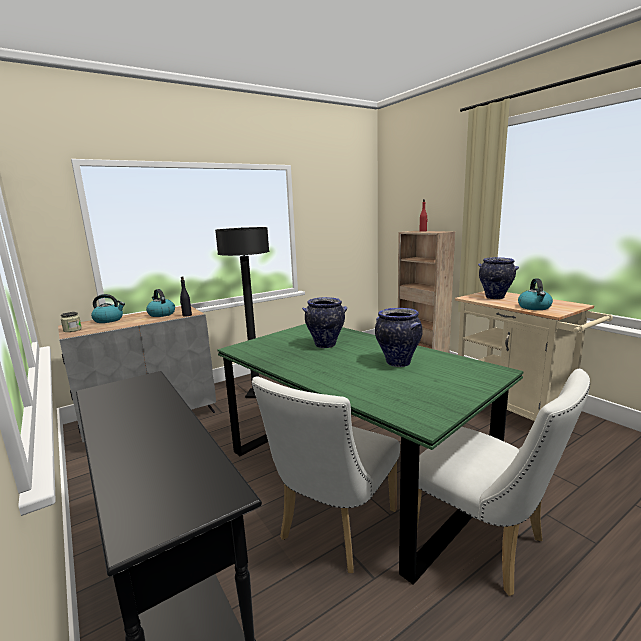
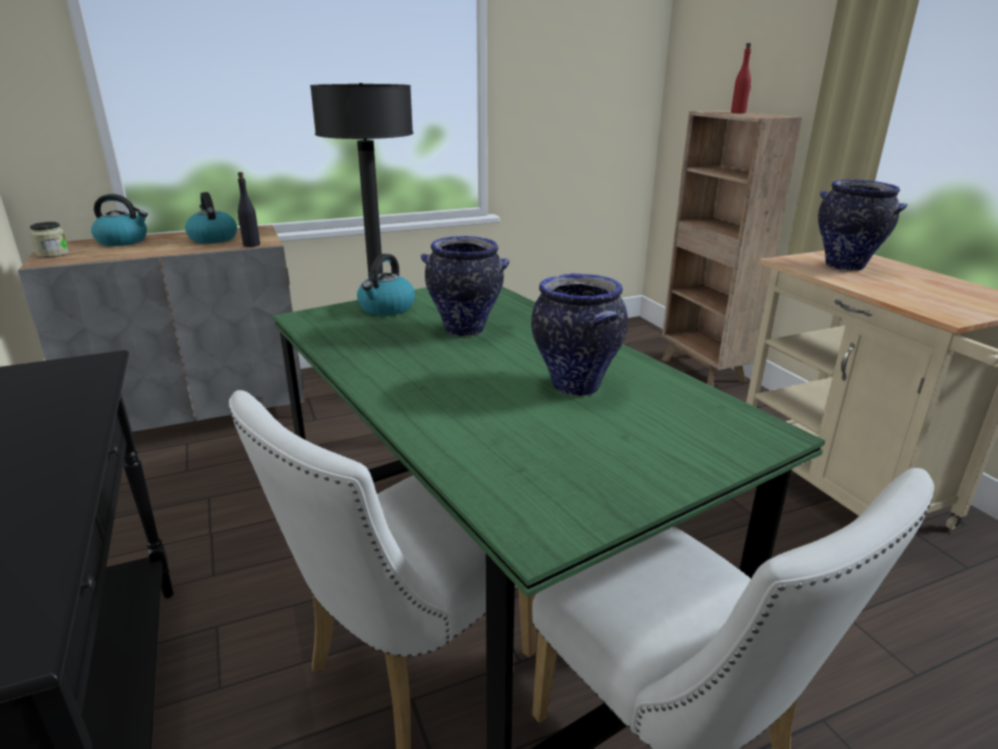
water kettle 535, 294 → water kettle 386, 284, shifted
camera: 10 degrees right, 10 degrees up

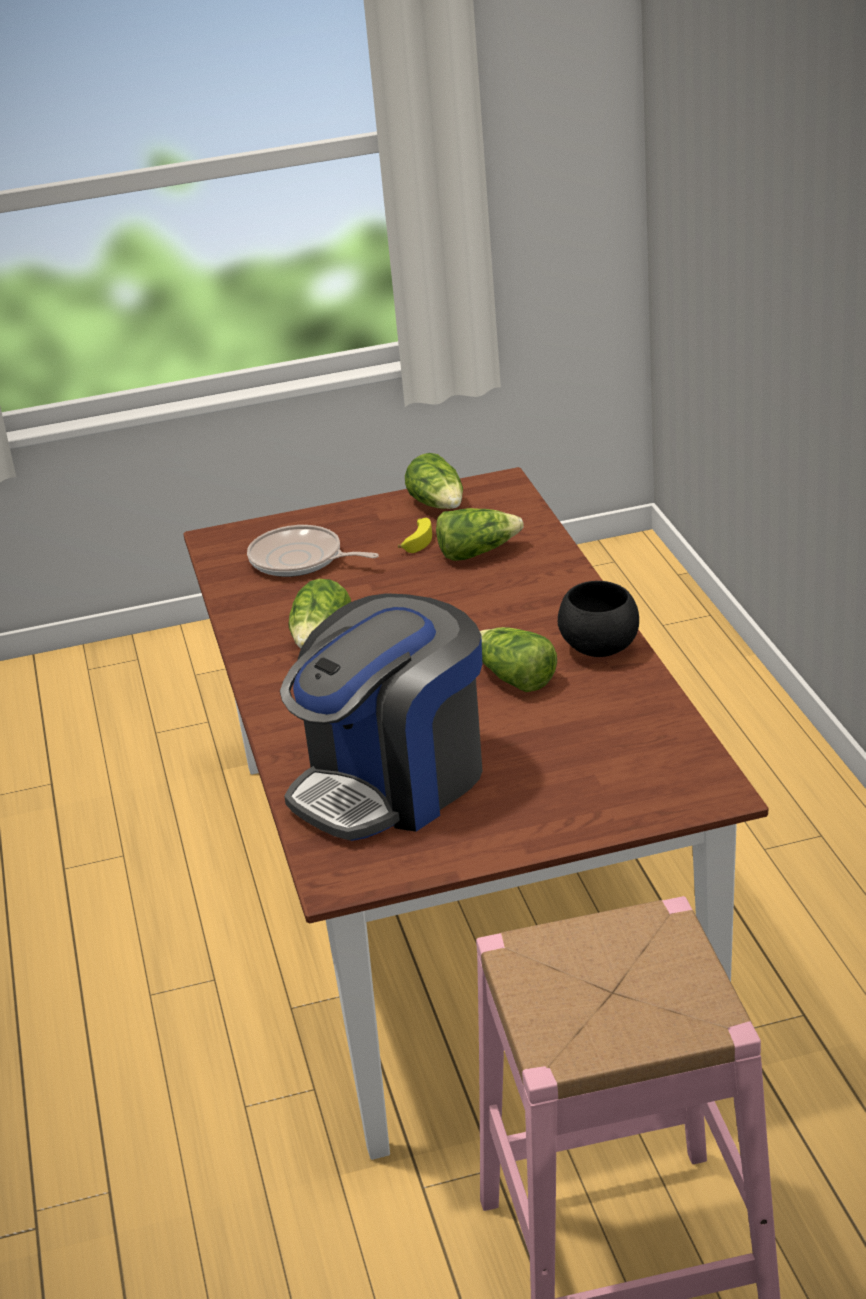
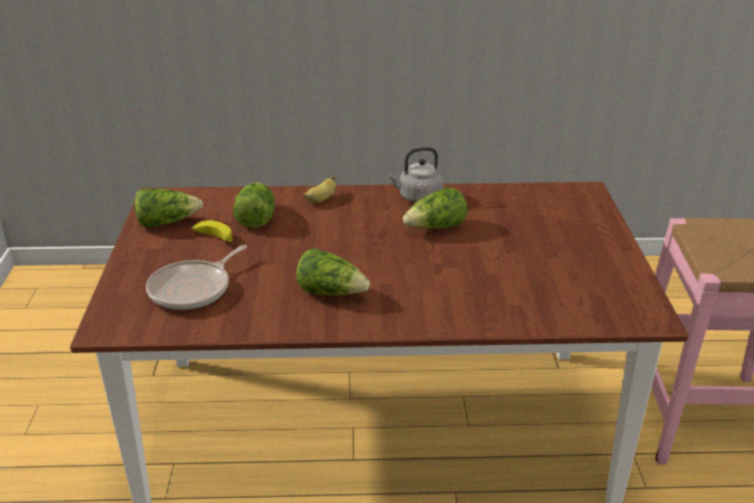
coffee machine 381, 717 → -
black serving bowl 598, 619 → greyish water kettle 415, 175
- → banana 320, 189
camera: 80 degrees left, 0 degrees up

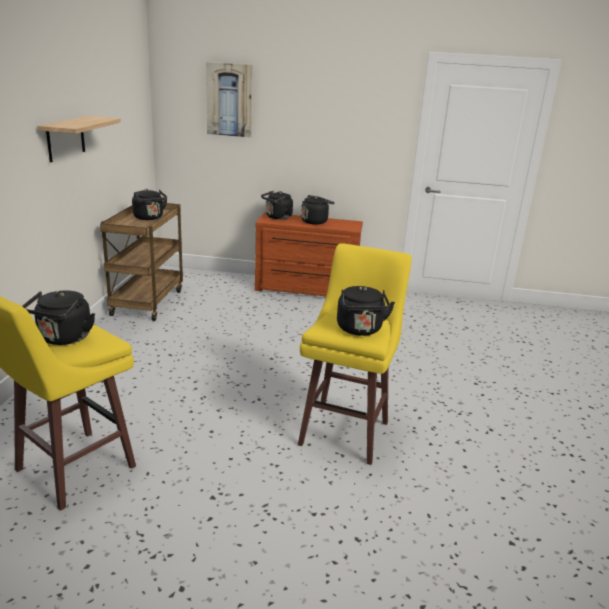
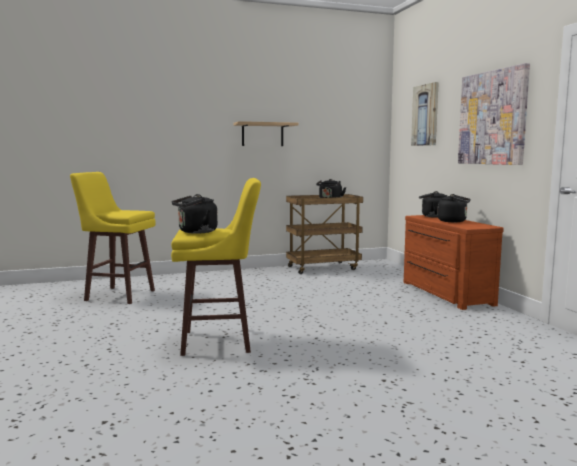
black water kettle 58, 318 → -
- → picture 494, 114
camera: 65 degrees right, 15 degrees down

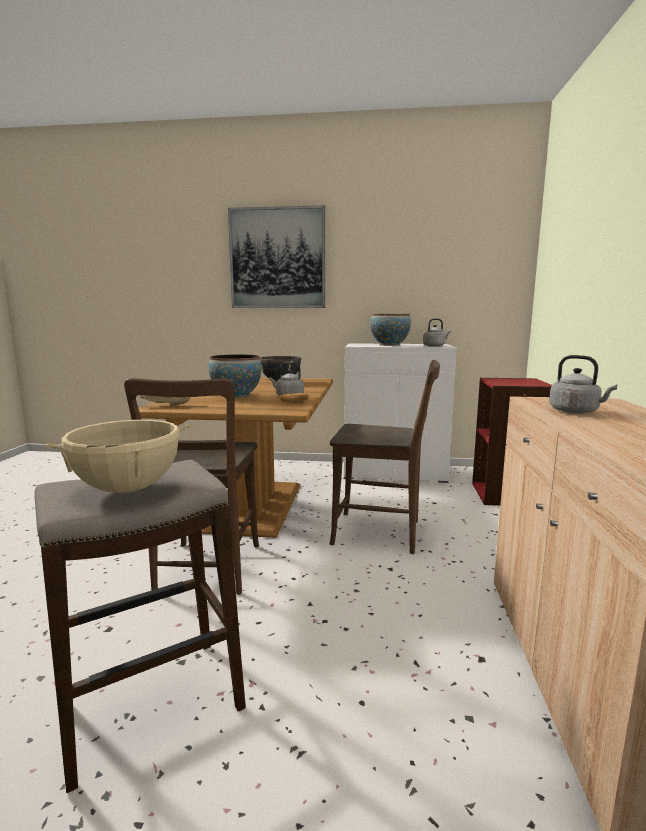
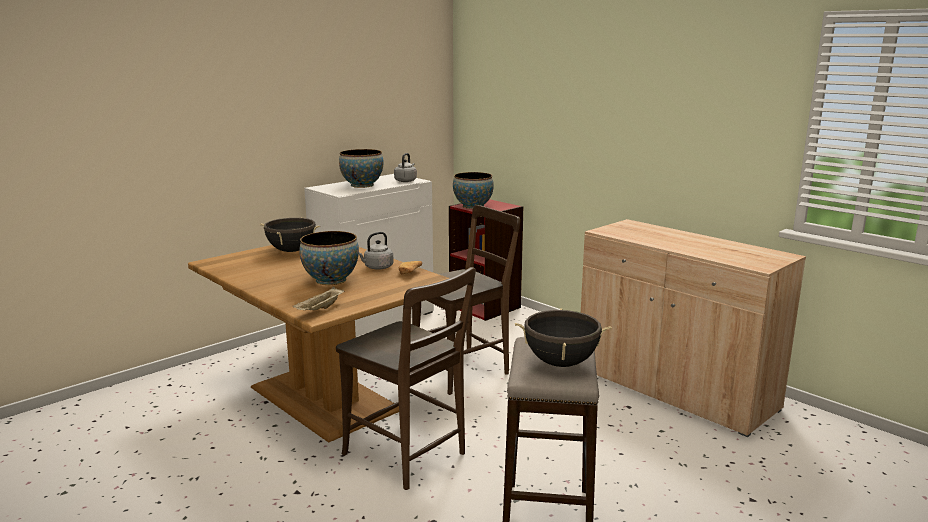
beige cooking pot 117, 456 → black cooking pot 563, 337
picture 276, 256 → -
greyish water kettle 583, 384 → -
- → serving bowl 473, 190
camera: 50 degrees left, 5 degrees up

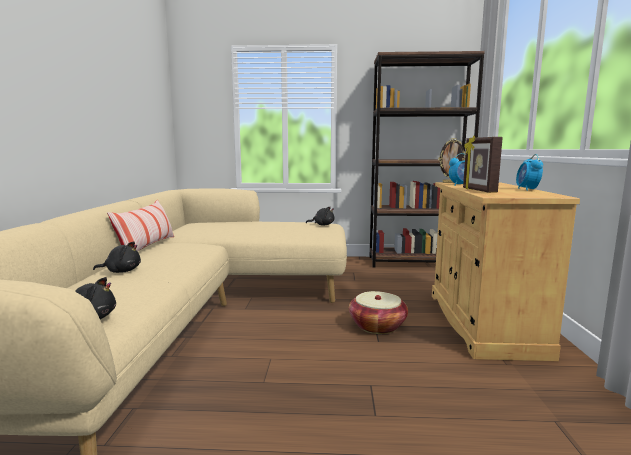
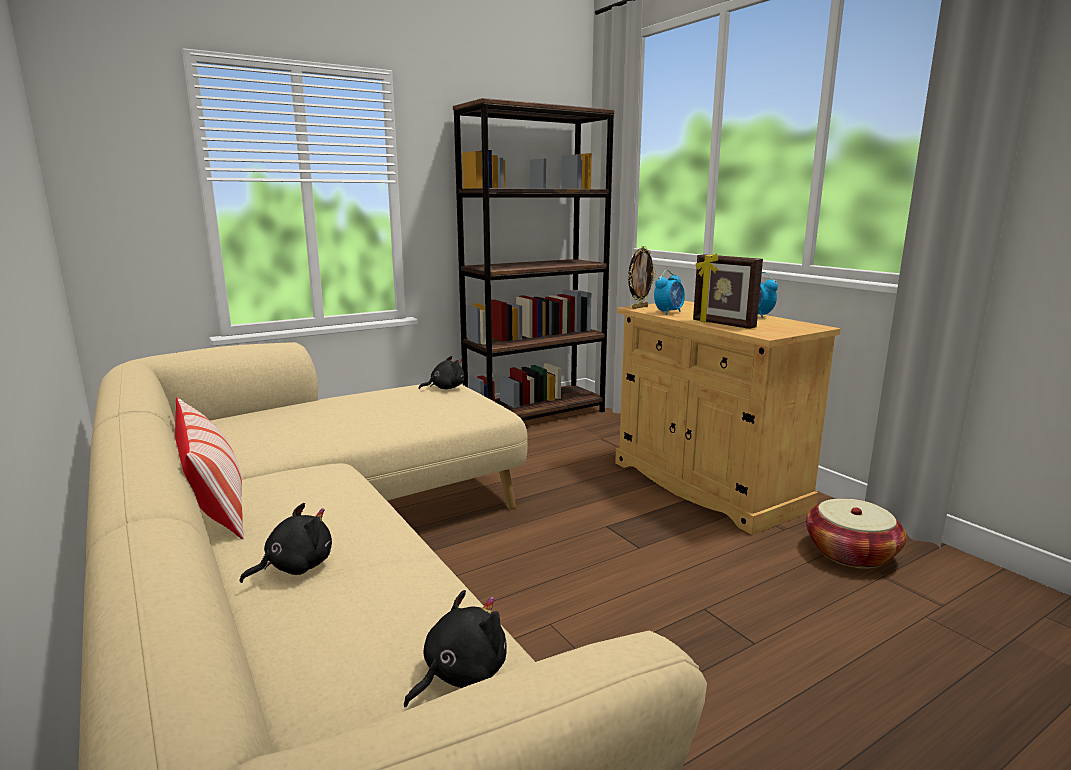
storage basket 378, 312 → storage basket 856, 533, shifted
camera: 35 degrees left, 5 degrees up

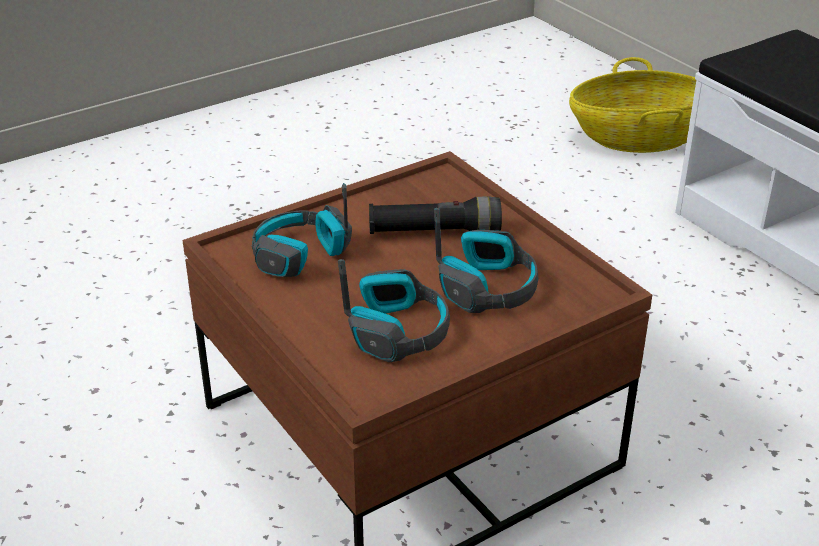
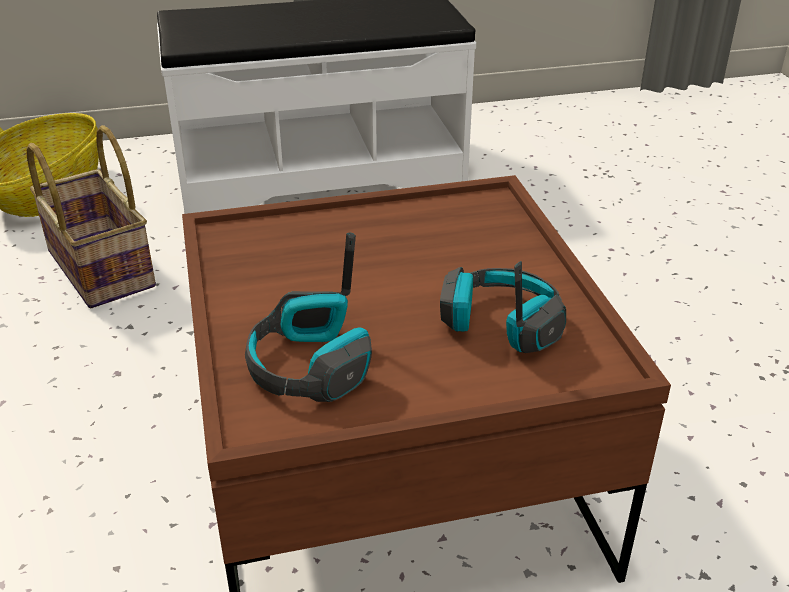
black torch 435, 215 → -
headphones 486, 260 → -
- → storage basket 91, 216
camera: 70 degrees left, 0 degrees up

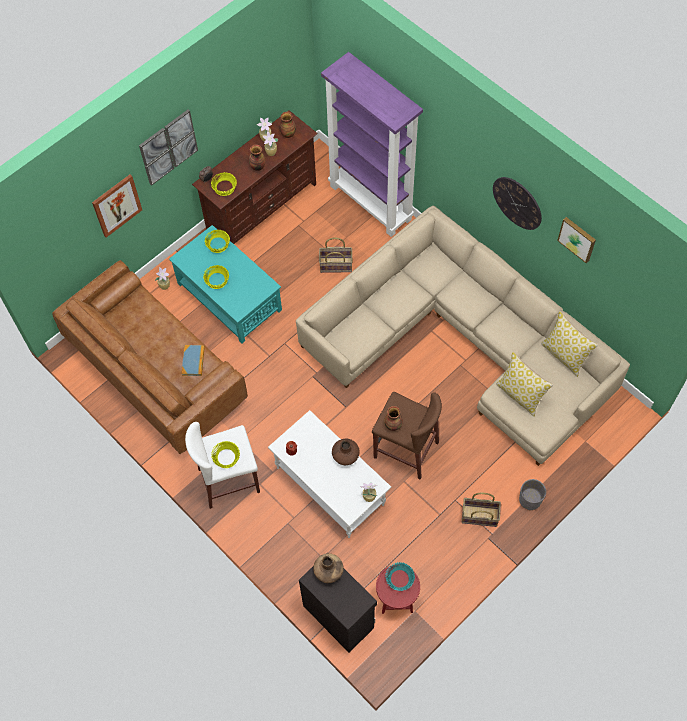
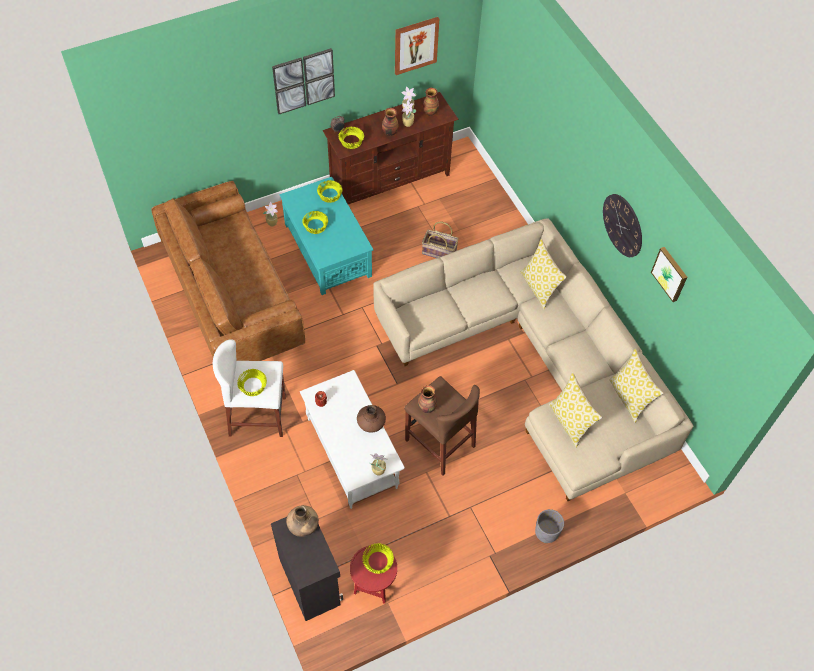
picture 117, 205 → picture 417, 46, shifted
book 193, 360 → -
purple-coloured bookcase 372, 144 → -
turquoise serving bowl 400, 576 → yellowish serving bowl 378, 558
storage basket 481, 509 → -
- → cushion 543, 274
camera: 15 degrees right, 5 degrees down

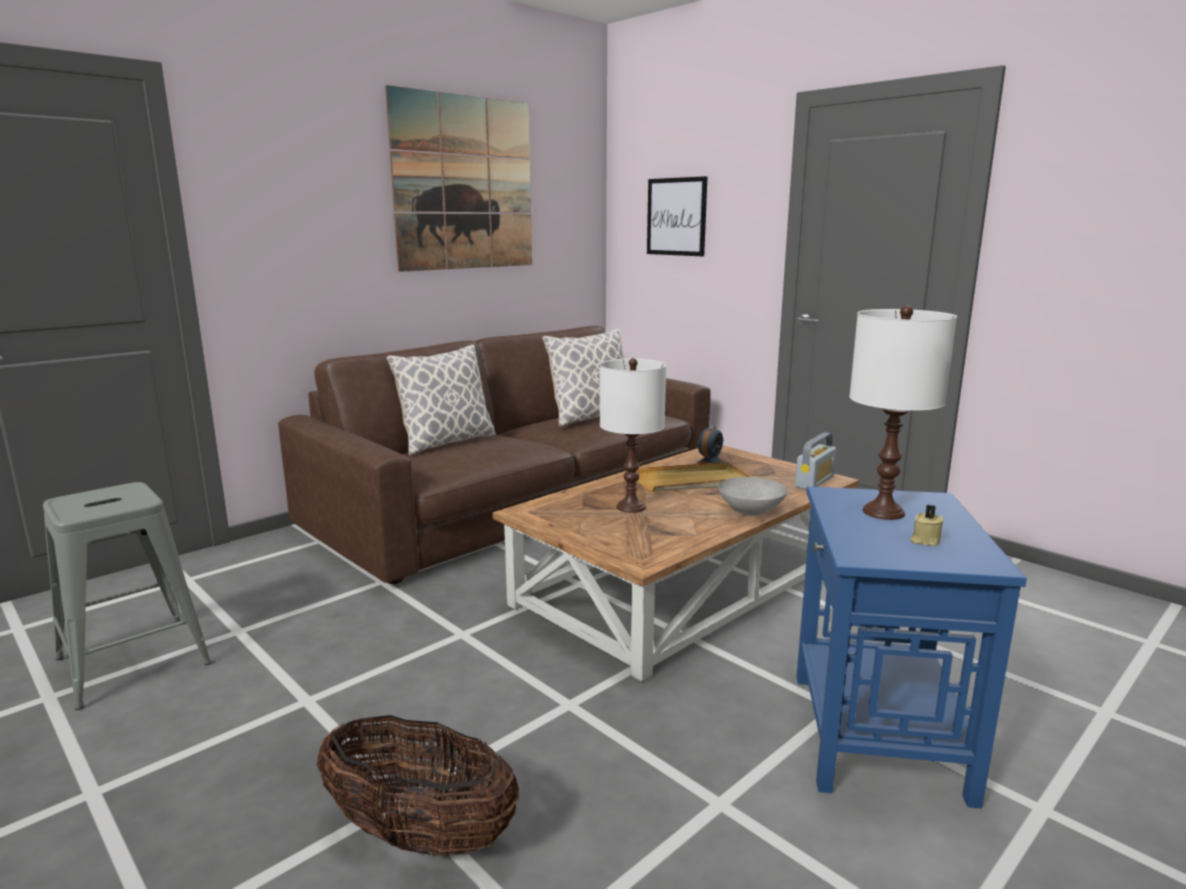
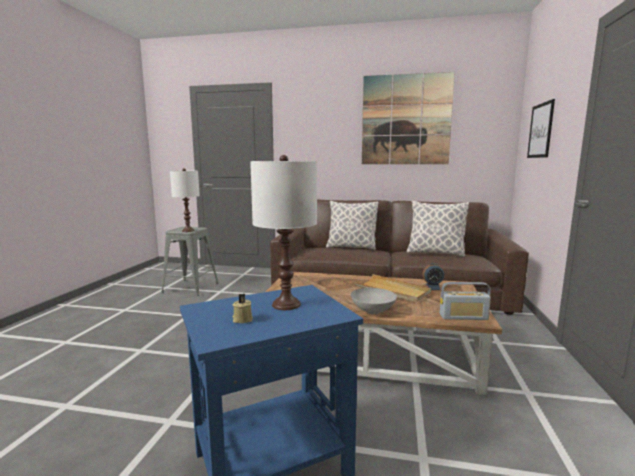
storage basket 418, 786 → -
white-coloured lamp for a table 633, 435 → white-coloured lamp for a table 185, 200, shifted
camera: 55 degrees right, 5 degrees down

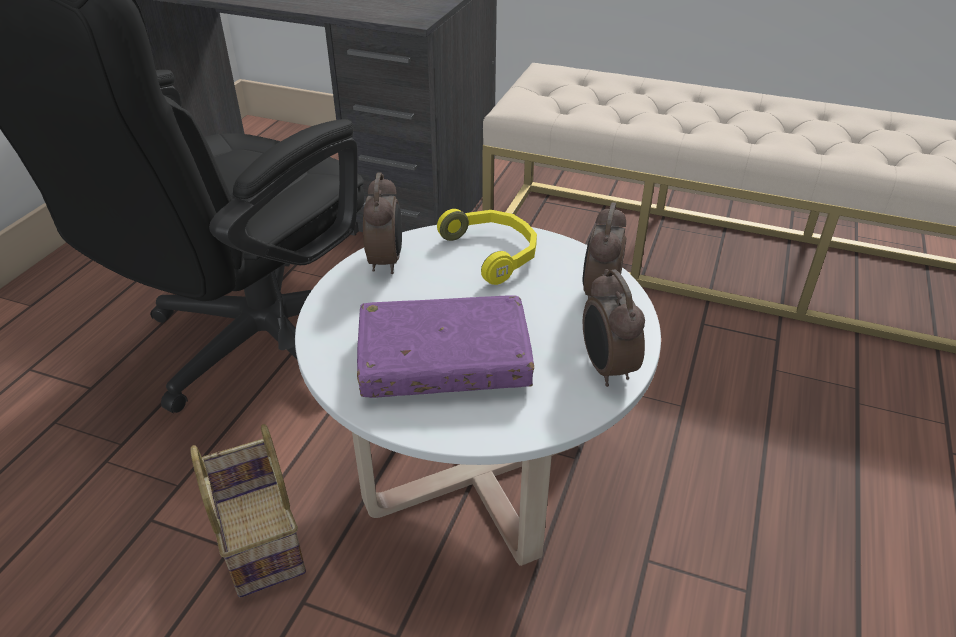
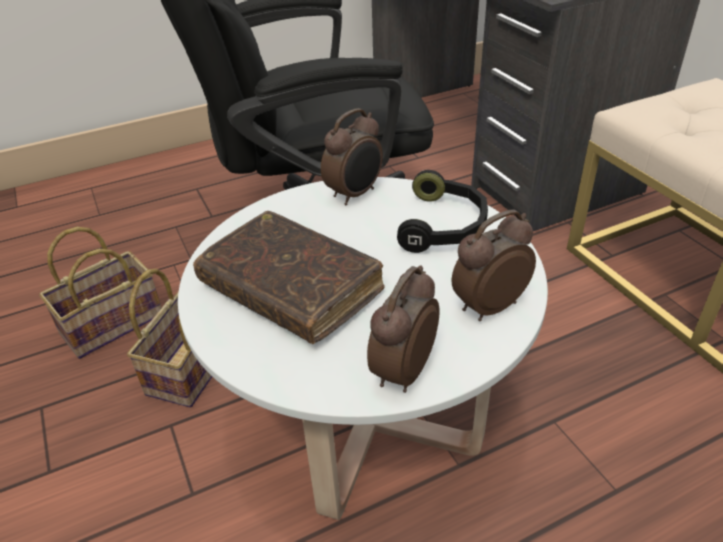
purple-coloured book 445, 346 → brown book 289, 277
yellowish headphones 487, 247 → black headphones 442, 211
- → storage basket 100, 293
camera: 45 degrees right, 0 degrees up

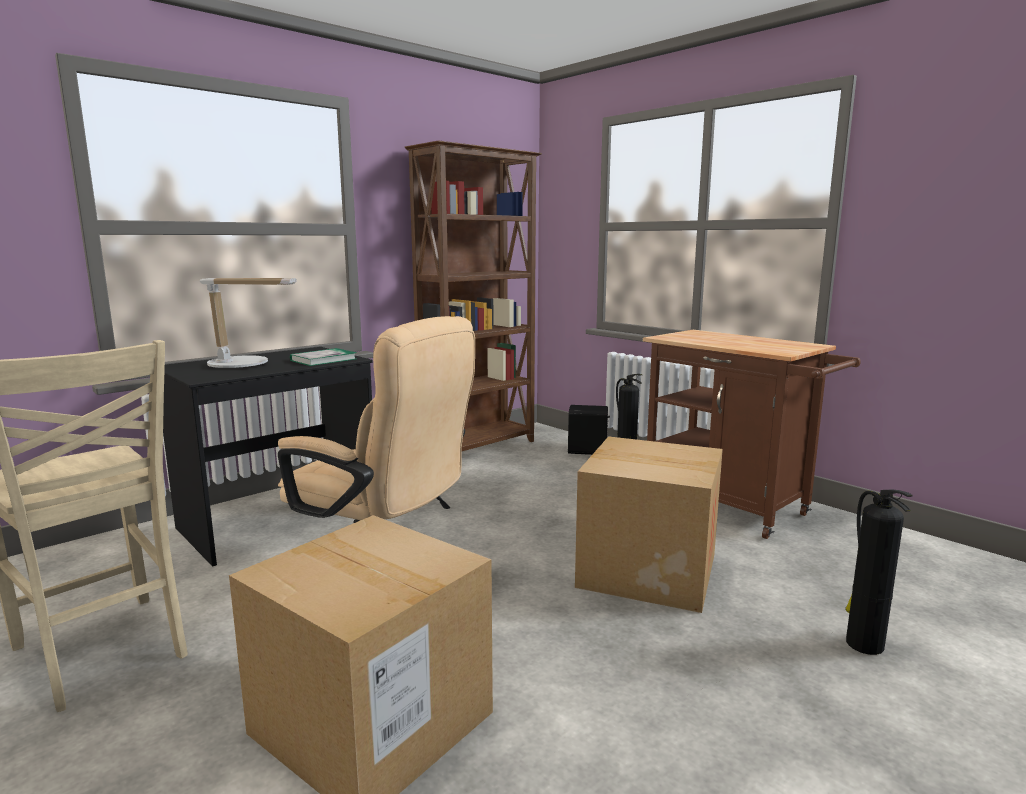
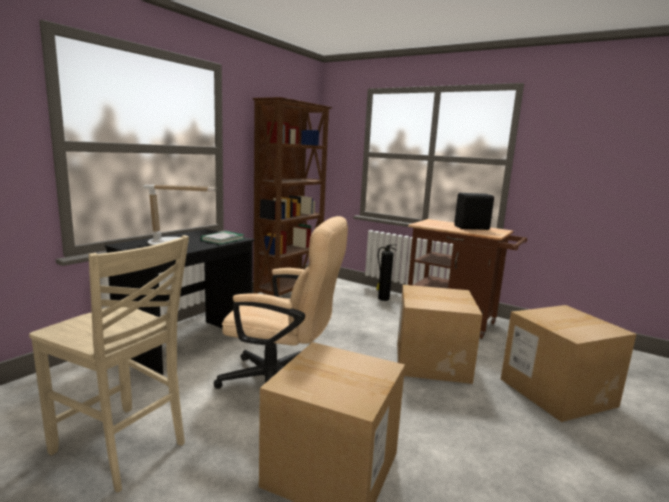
black loudspeaker 589, 430 → black loudspeaker 474, 211, shifted
extinguisher 879, 572 → carton 568, 363
camera: 15 degrees left, 0 degrees up

